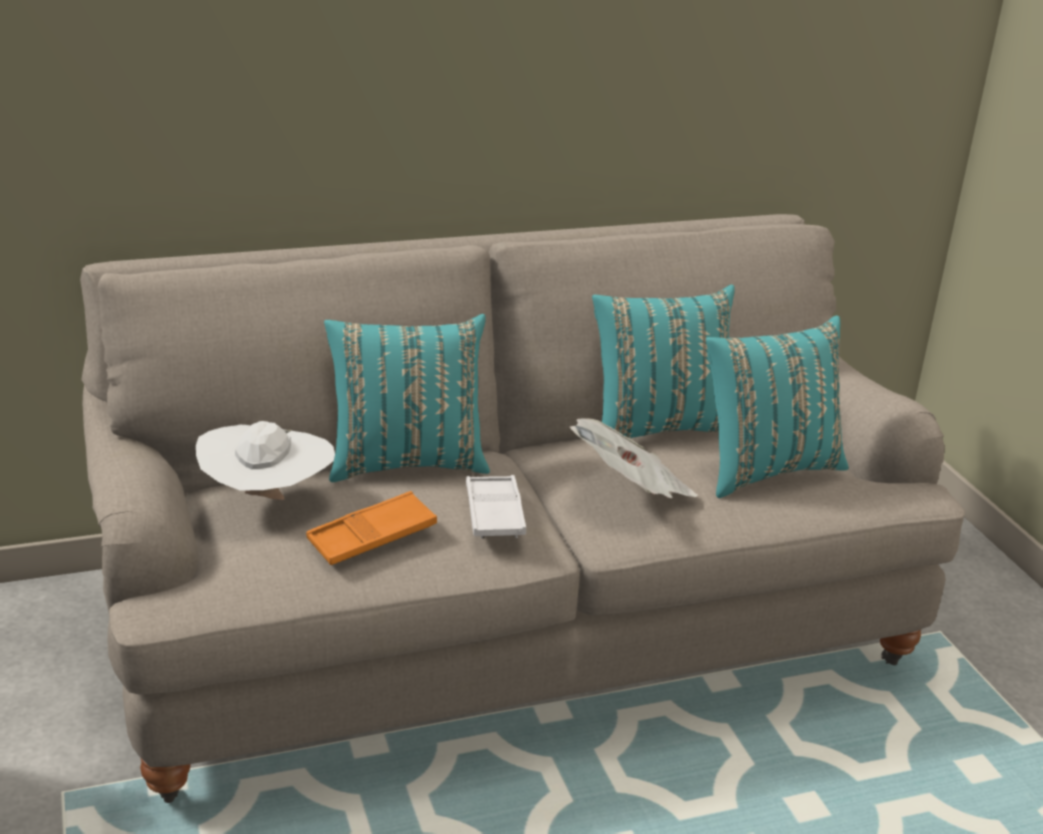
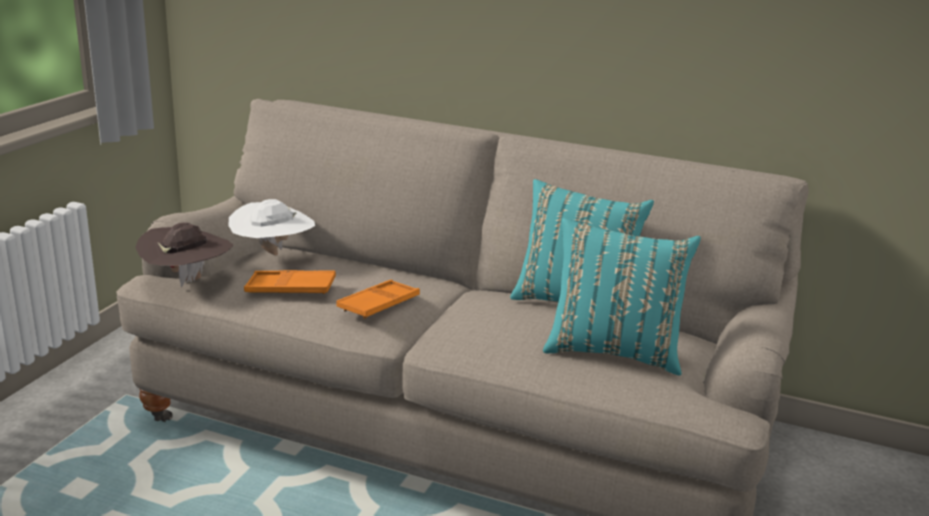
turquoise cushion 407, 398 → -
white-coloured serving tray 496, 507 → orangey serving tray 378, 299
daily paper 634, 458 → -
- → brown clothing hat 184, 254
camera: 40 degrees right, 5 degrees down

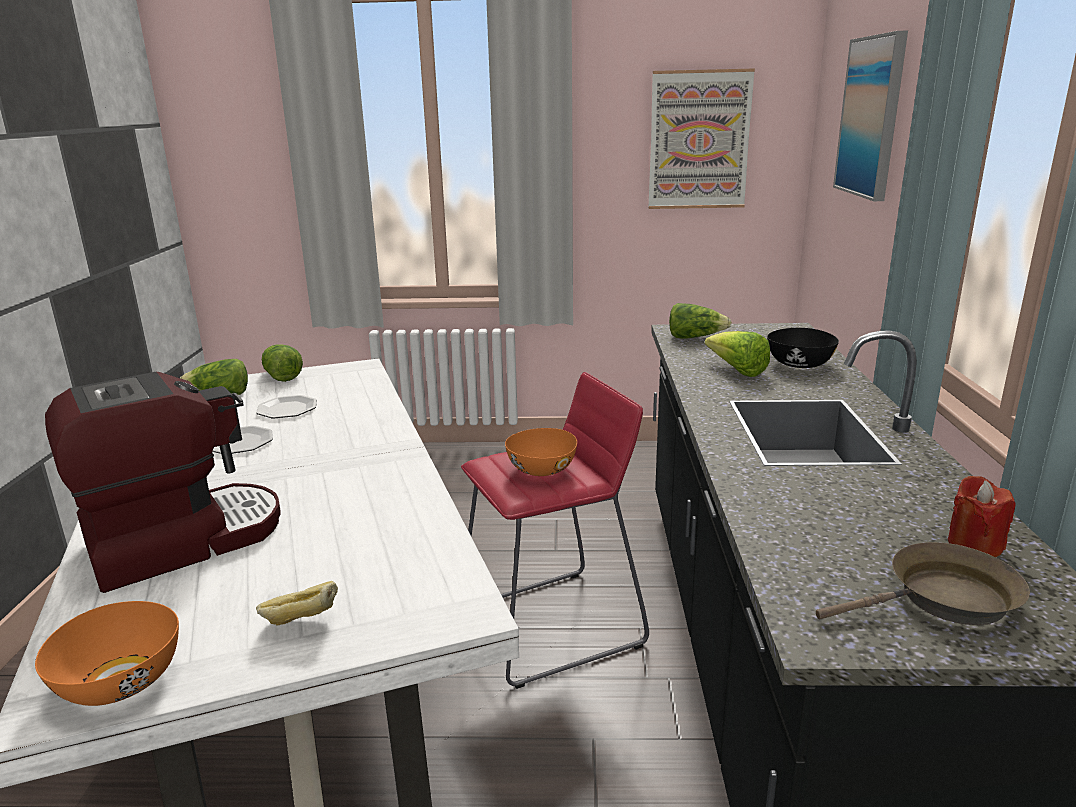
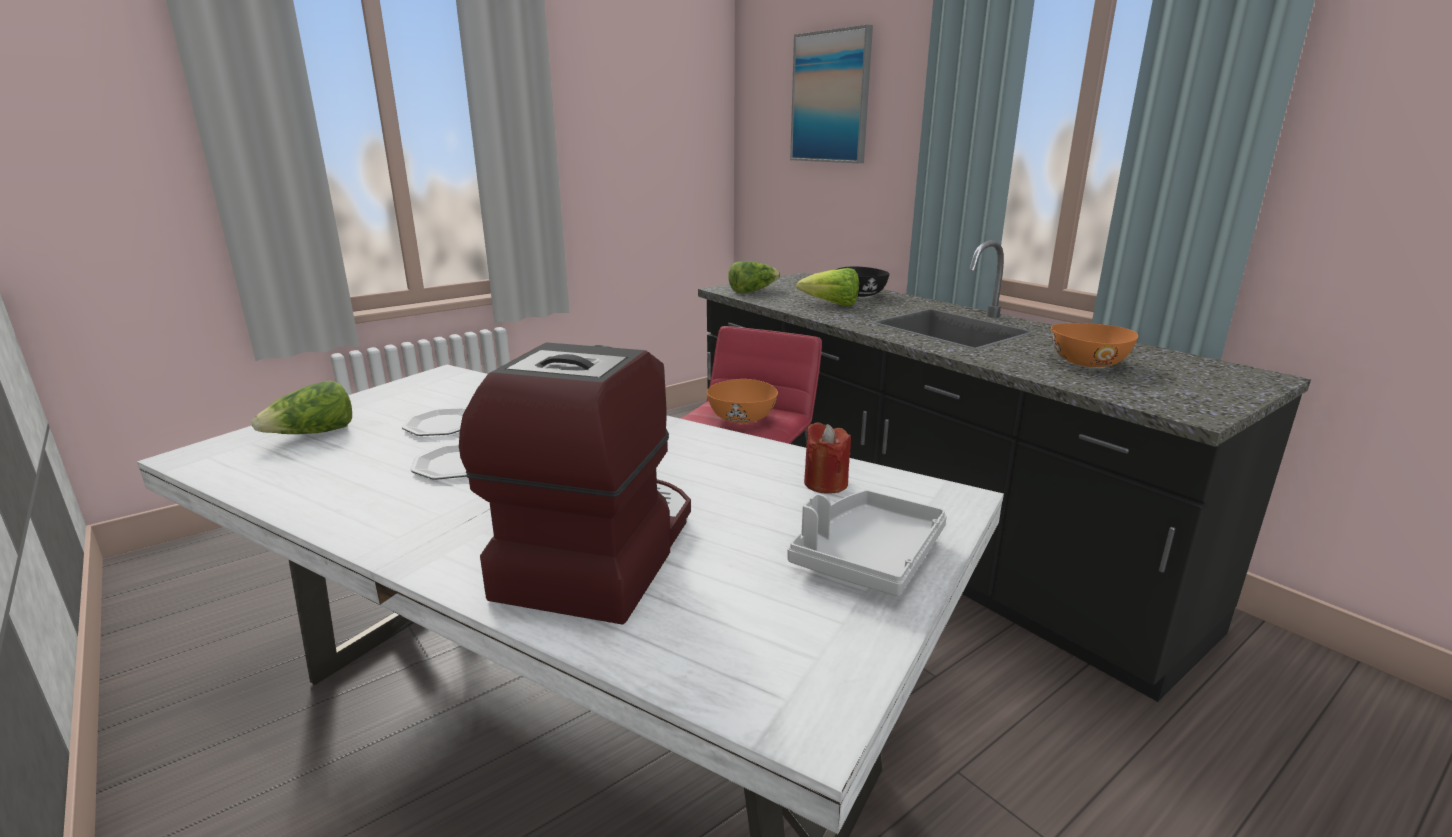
orangey serving bowl 107, 653 → orangey serving bowl 1094, 345, shifted
bread 297, 603 → greyish serving tray 867, 543
lettuce 282, 363 → -
picture 702, 138 → -
brown skillet 923, 583 → -
red-coloured wax light 981, 516 → red-coloured wax light 827, 457, shifted
camera: 40 degrees left, 0 degrees up

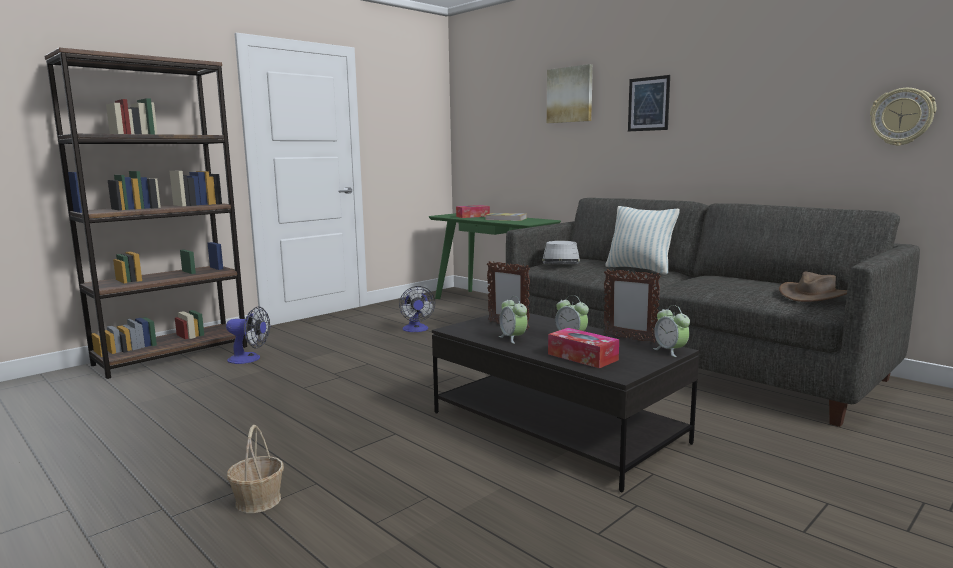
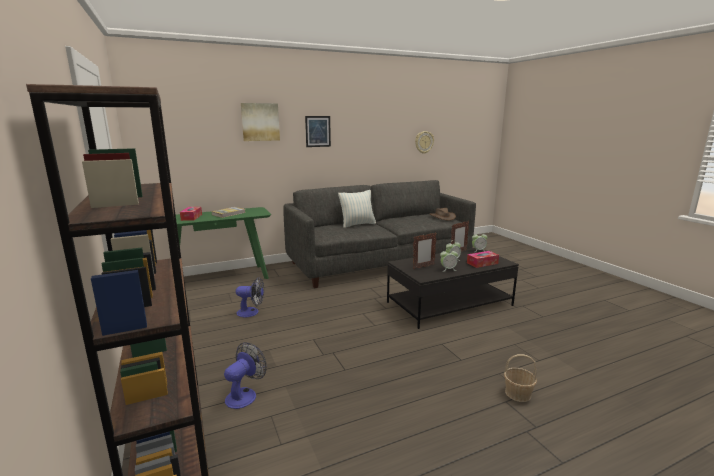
greyish clothing hat 561, 252 → -
camera: 70 degrees left, 5 degrees up

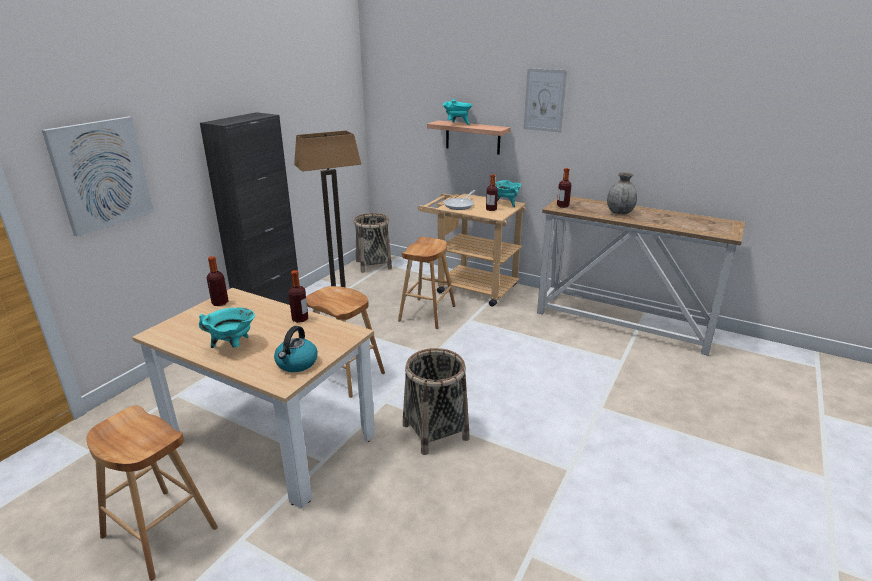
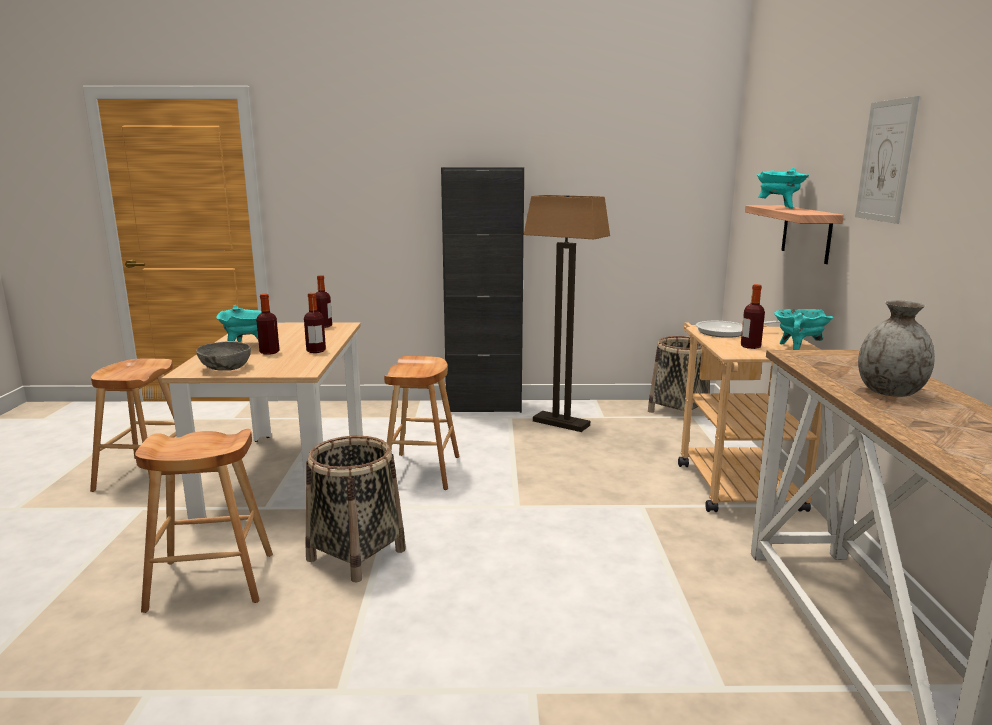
picture 98, 176 → -
water kettle 296, 349 → greyish serving bowl 223, 356
brown sitting stool 426, 283 → brown sitting stool 204, 521, shifted
bottle 564, 188 → bottle 267, 324, shifted
camera: 60 degrees right, 10 degrees down

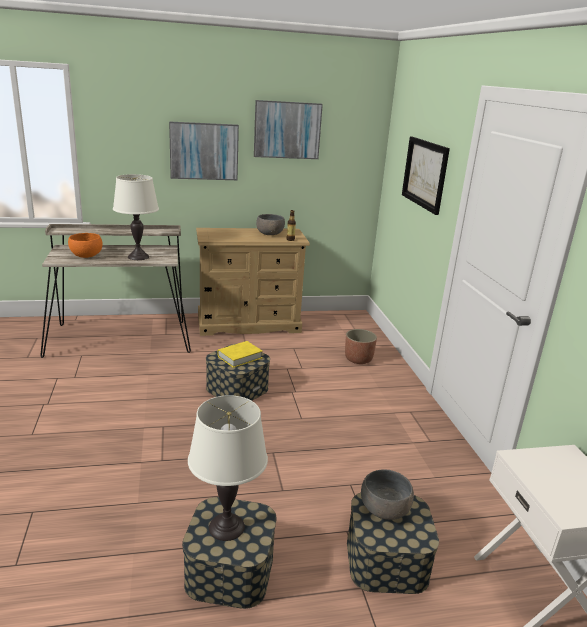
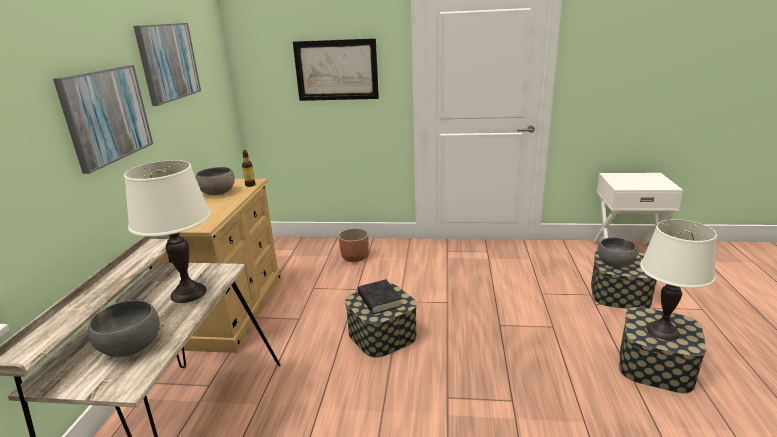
orangey serving bowl 85, 245 → greyish serving bowl 123, 328
yellowish book 240, 354 → black book 380, 296
camera: 70 degrees left, 0 degrees up

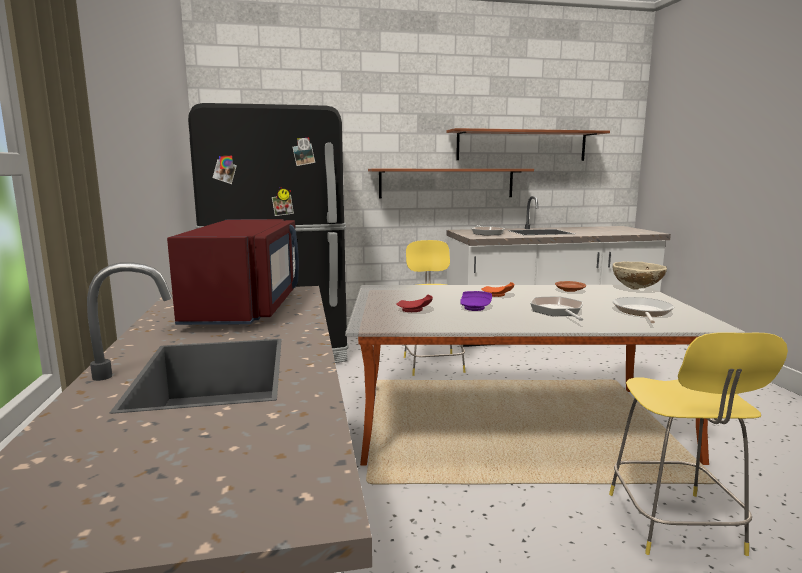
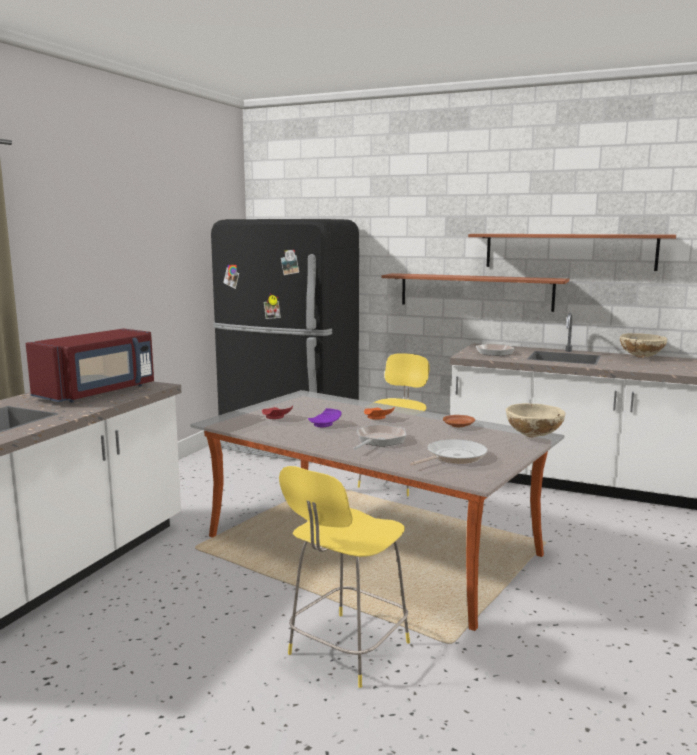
- → beige serving bowl 643, 345
camera: 35 degrees right, 0 degrees up

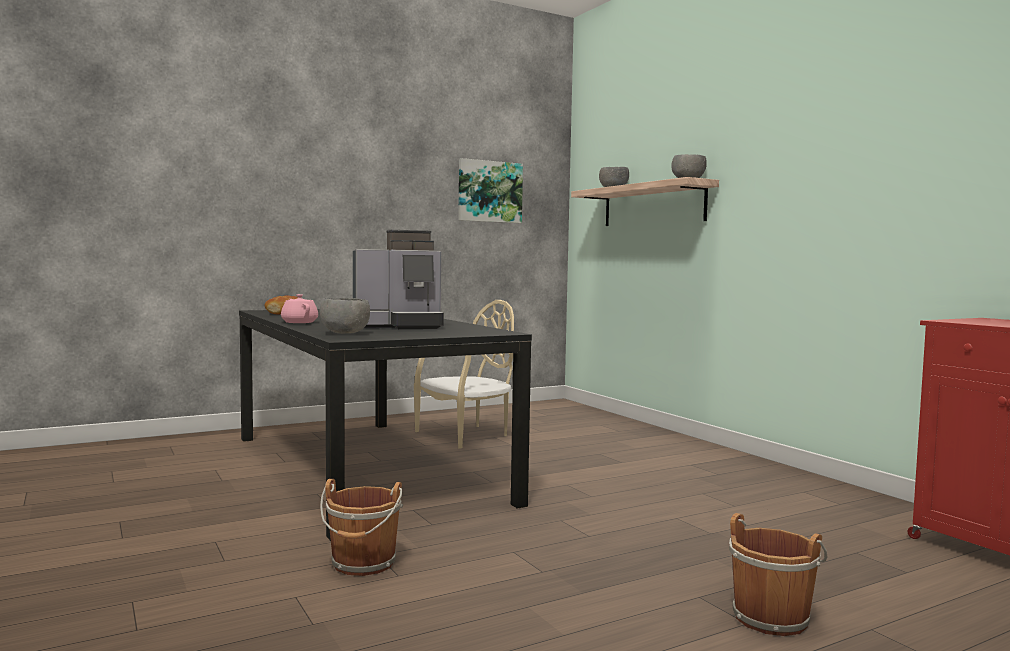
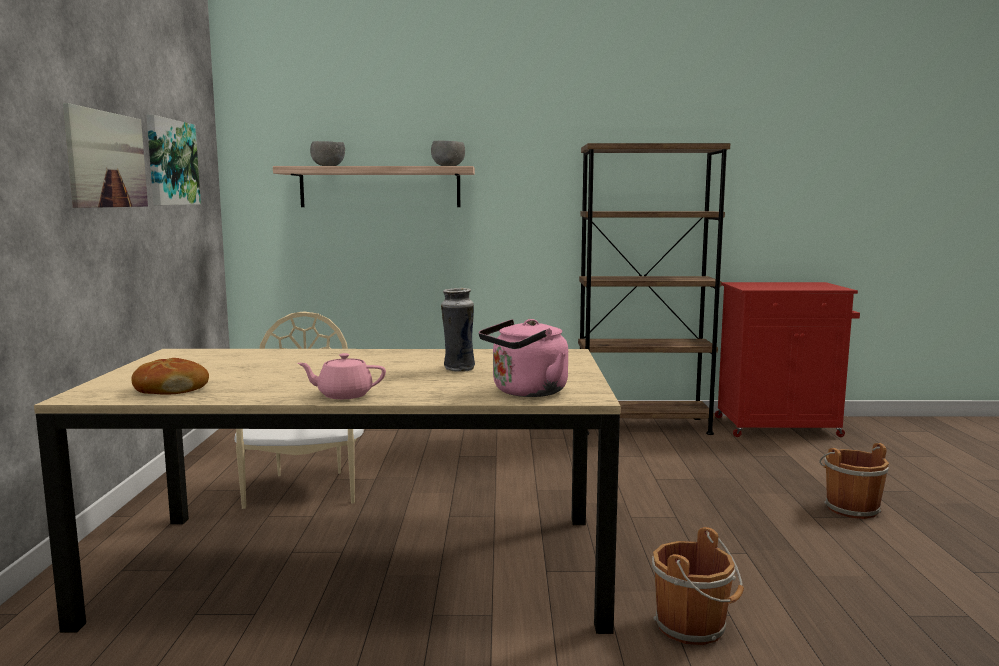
black dinner table 385, 425 → beige dinner table 327, 491
greyish serving bowl 345, 316 → pinkish water kettle 523, 358
coffee machine 398, 279 → flower vase 458, 330
- → picture 105, 155
- → brown bookcase 654, 289
camera: 60 degrees left, 5 degrees up

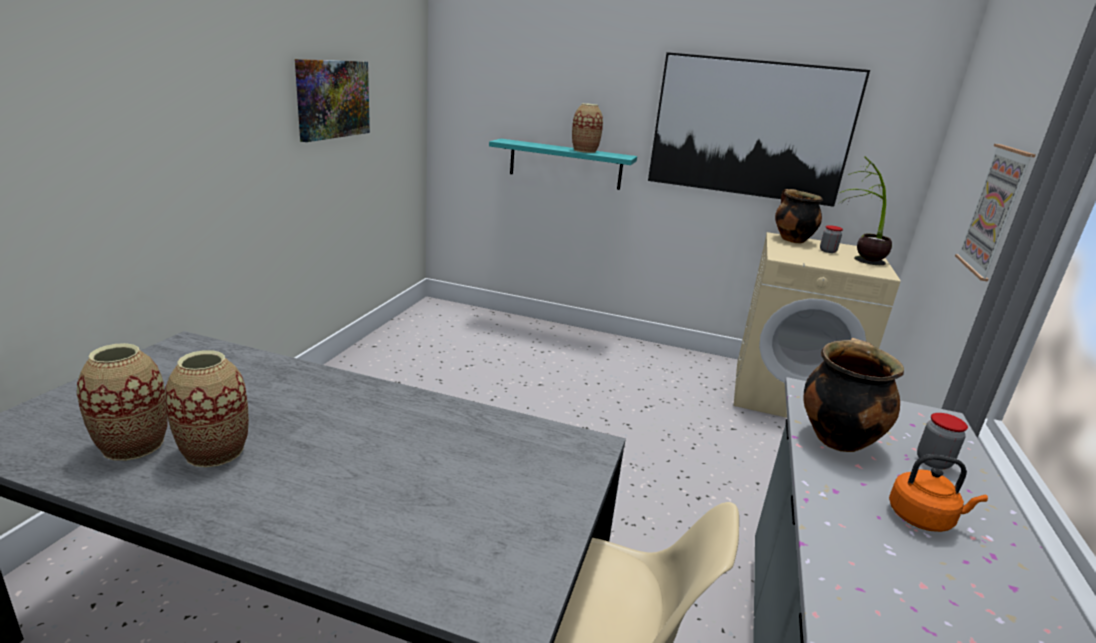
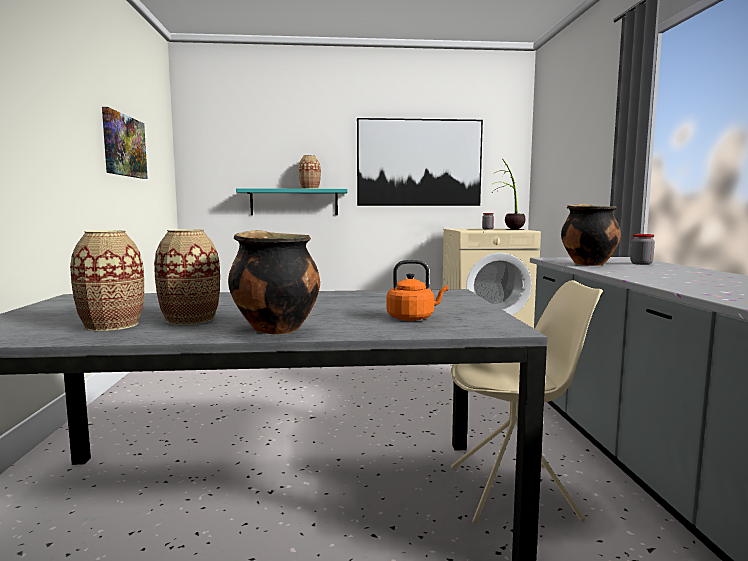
cooking pot 799, 216 → cooking pot 274, 282, shifted
orangey water kettle 938, 493 → orangey water kettle 417, 290, shifted
picture 995, 213 → -
camera: 20 degrees left, 15 degrees down

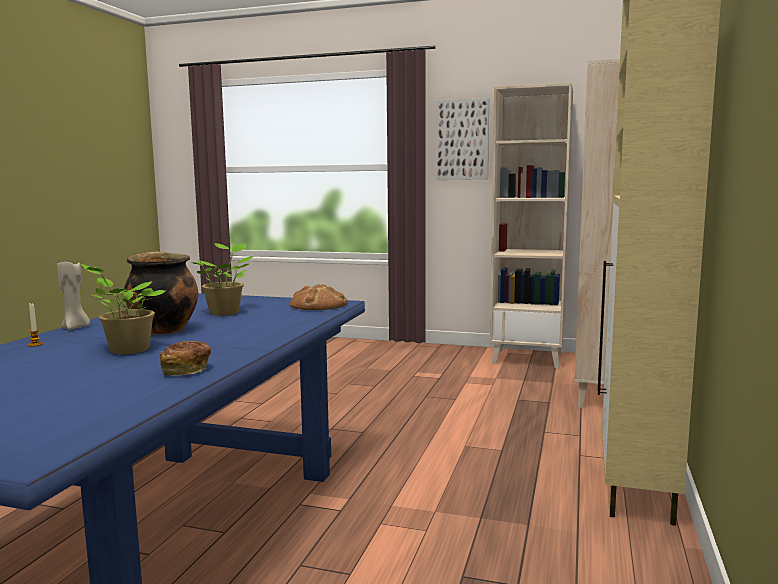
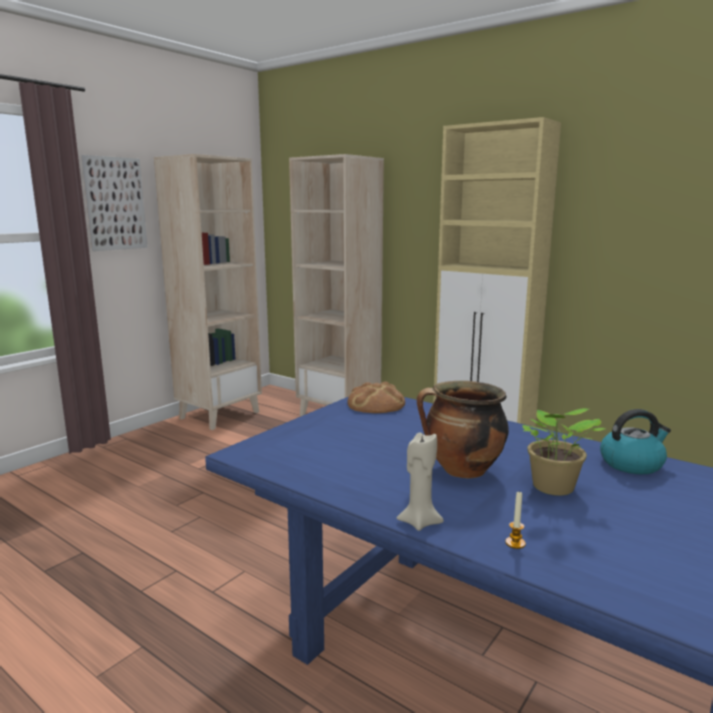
bread 185, 358 → water kettle 635, 441
potted plant 223, 279 → -
camera: 70 degrees left, 5 degrees up

